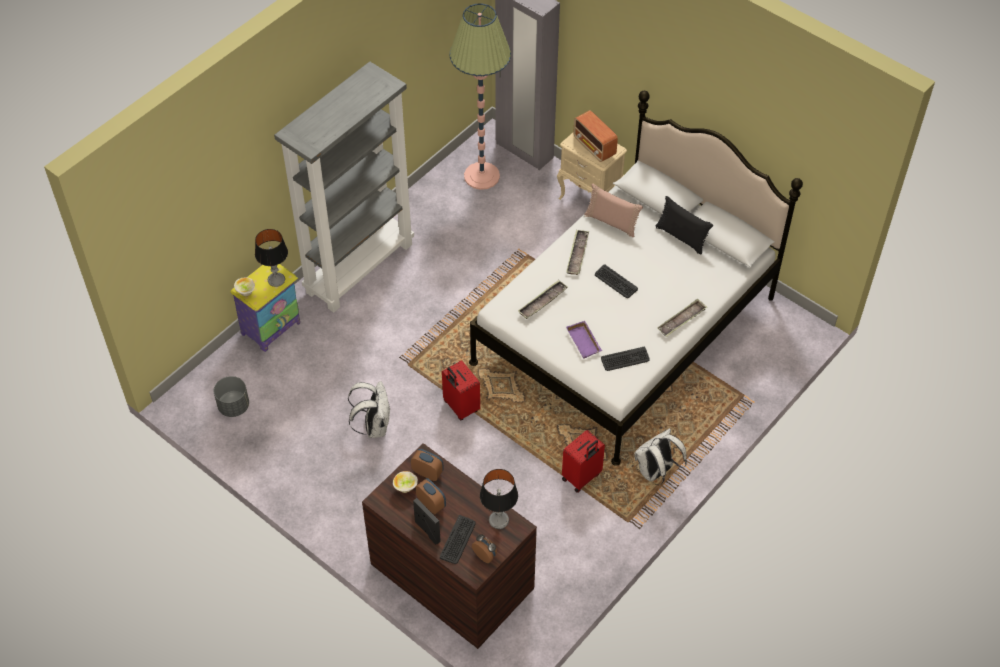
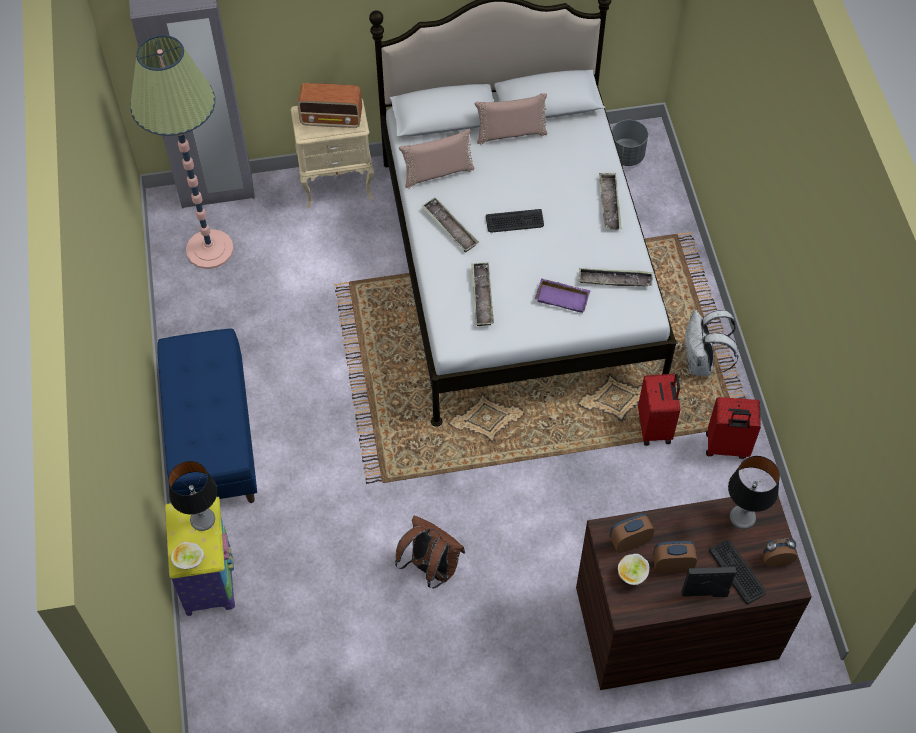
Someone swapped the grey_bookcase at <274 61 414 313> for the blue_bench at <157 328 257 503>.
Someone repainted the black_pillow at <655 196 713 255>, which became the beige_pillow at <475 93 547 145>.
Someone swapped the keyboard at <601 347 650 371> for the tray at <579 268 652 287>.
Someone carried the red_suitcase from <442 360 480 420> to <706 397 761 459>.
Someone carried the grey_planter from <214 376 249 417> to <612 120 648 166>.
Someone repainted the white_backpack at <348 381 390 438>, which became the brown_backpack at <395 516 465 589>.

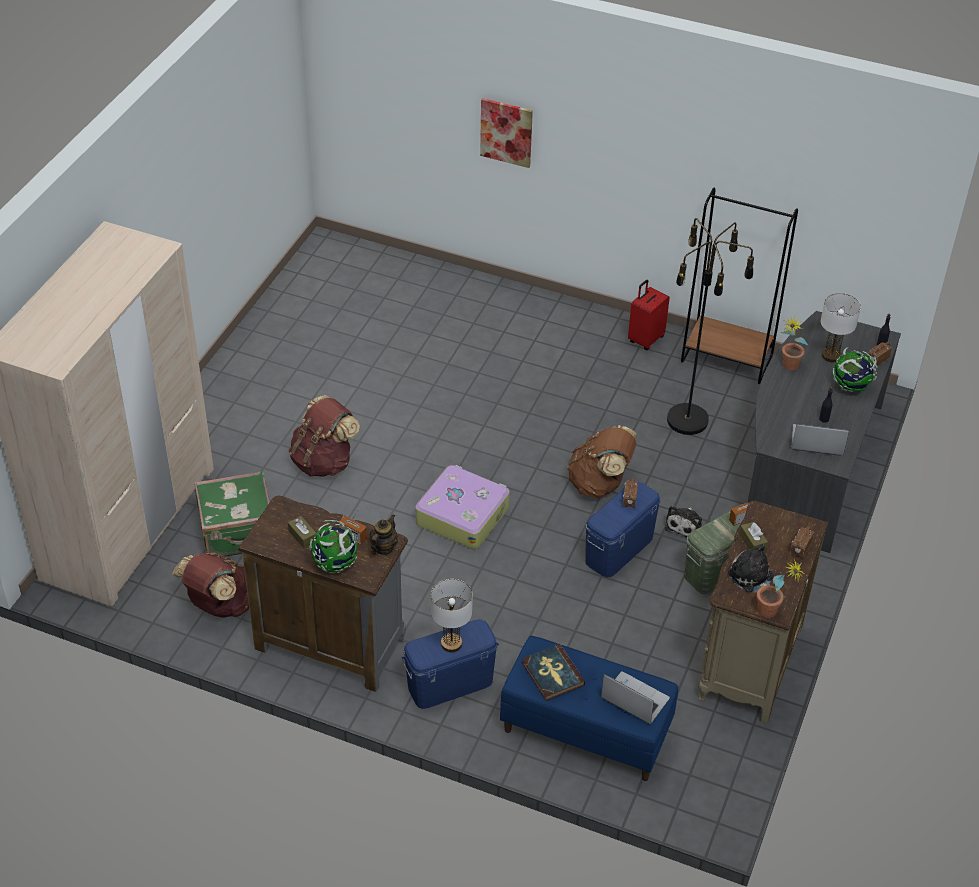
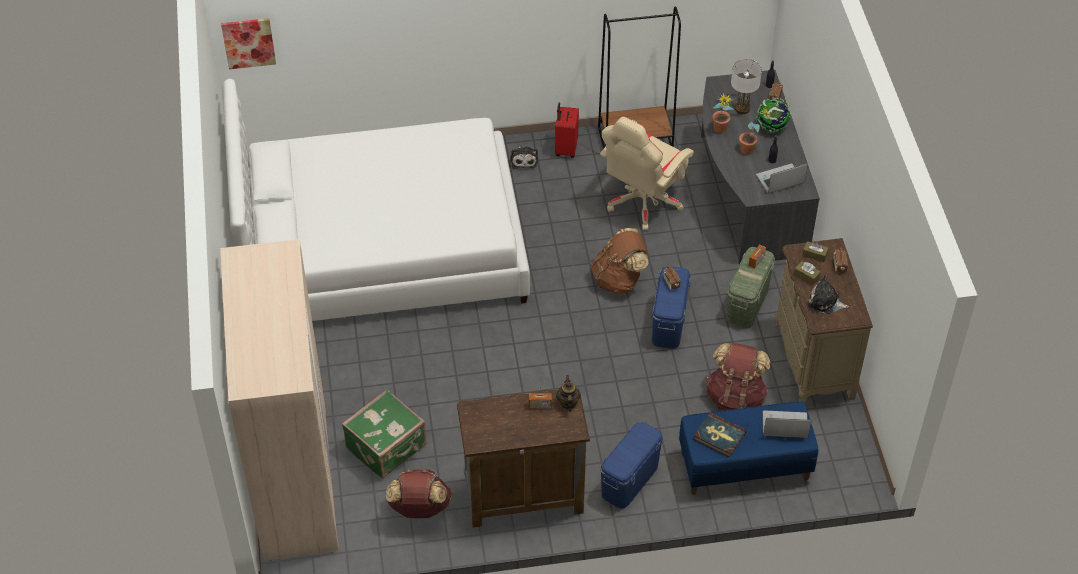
Someone carried the picture from <480 98 533 168> to <221 18 276 69>.
Someone swapped the floor_lamp at <667 218 754 435> for the beige_office_chair at <600 116 694 230>.
Someone carried the brown_backpack from <289 395 360 477> to <706 343 770 411>.
Someone took away the suitcase at <416 465 510 549>.
Someone carried the plush_toy from <665 506 702 538> to <510 146 538 169>.
Someone carried the brown_tissue_box from <288 516 316 549> to <802 241 829 262>.
Someone took away the globe at <309 520 357 573>.
Someone carried the potted_plant from <756 559 804 618> to <739 107 771 155>.
Someone took away the table_lamp at <431 579 473 652>.
Someone put down the white_bed at <222 79 530 321>.

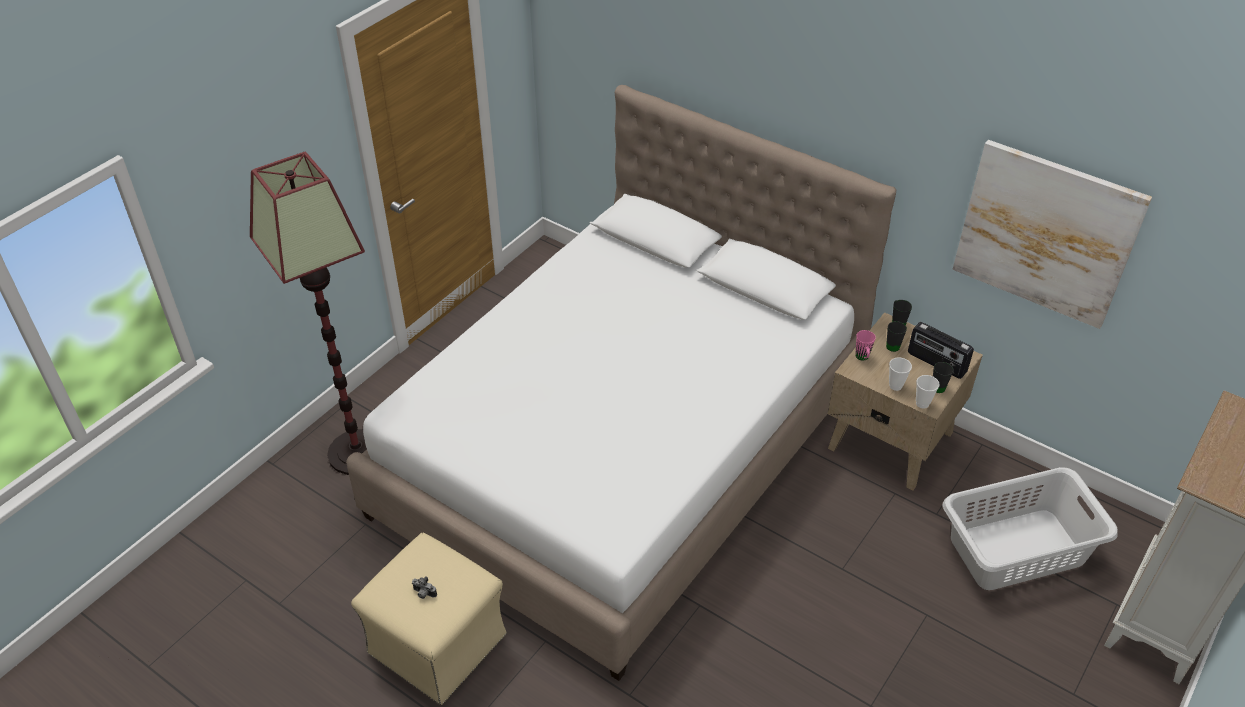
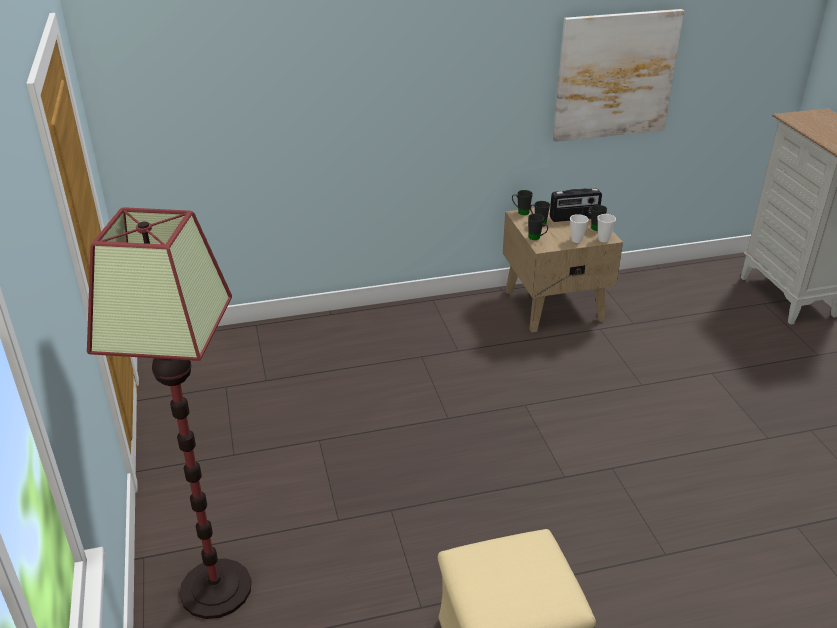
Someone took away the white_bed at <346 85 896 681>.
Someone repainted the pink_mug at <855 330 876 361>, which became the black_mug at <528 214 548 240>.
Someone took away the grey_laundry_basket at <942 467 1118 590>.
Someone took away the photo_camera at <412 576 437 599>.

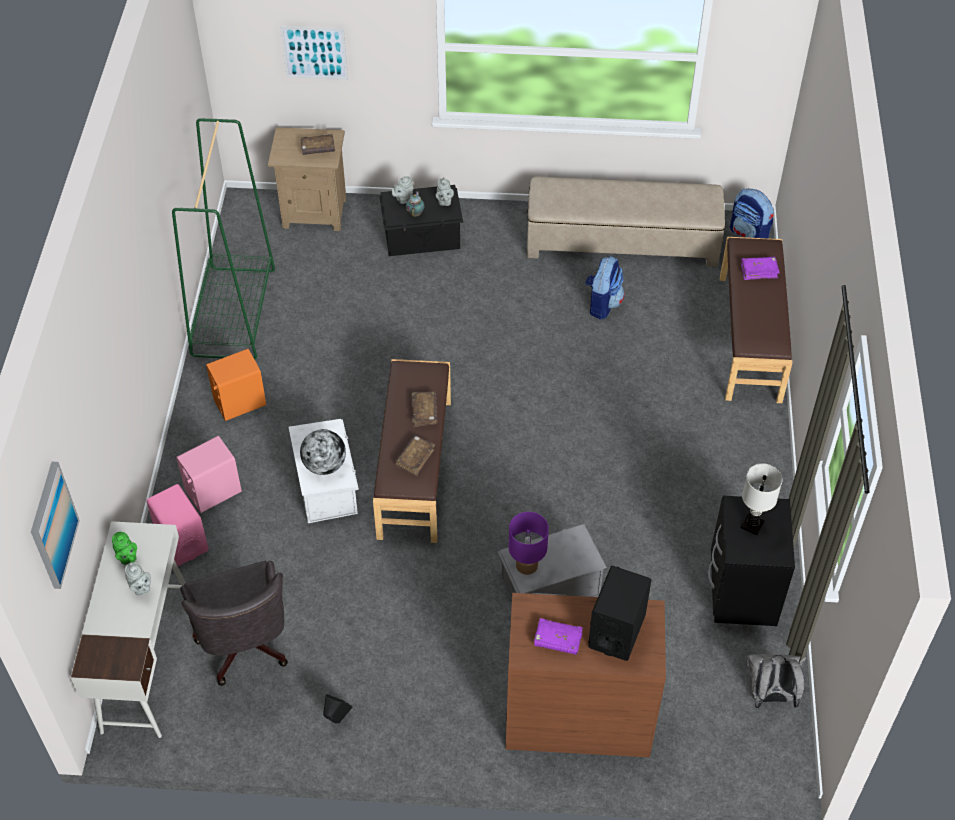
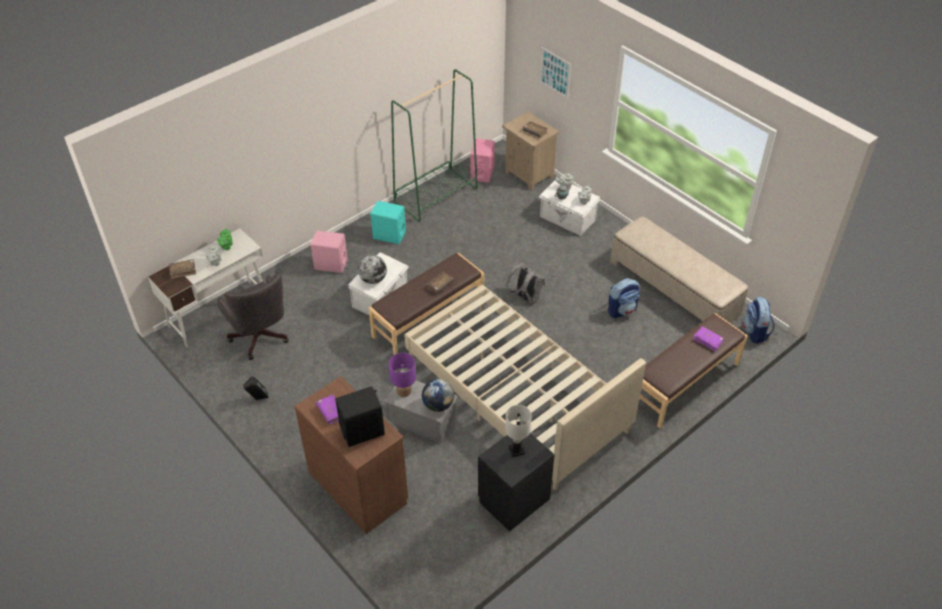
Someone repainted the black_storage_box at <379 185 463 256>, which became the white_storage_box at <539 181 600 236>.
Someone repainted the orange_speaker at <206 349 266 421>, which became the turquoise_speaker at <370 201 406 244>.
Someone carried the brown_book from <395 435 435 476> to <169 259 196 279>.
Someone took away the picture at <31 462 80 589>.
Someone carried the pink_speaker from <146 484 209 566> to <470 138 495 183>.
Someone rotated the grey_office_chair at <180 561 288 686> by 60 degrees counterclockwise.
Someone carried the grey_backpack from <747 654 806 708> to <506 262 545 303>.
Someone put down the beige_bed at <405 285 646 490>.
Someone put down the globe at <422 379 454 412>.

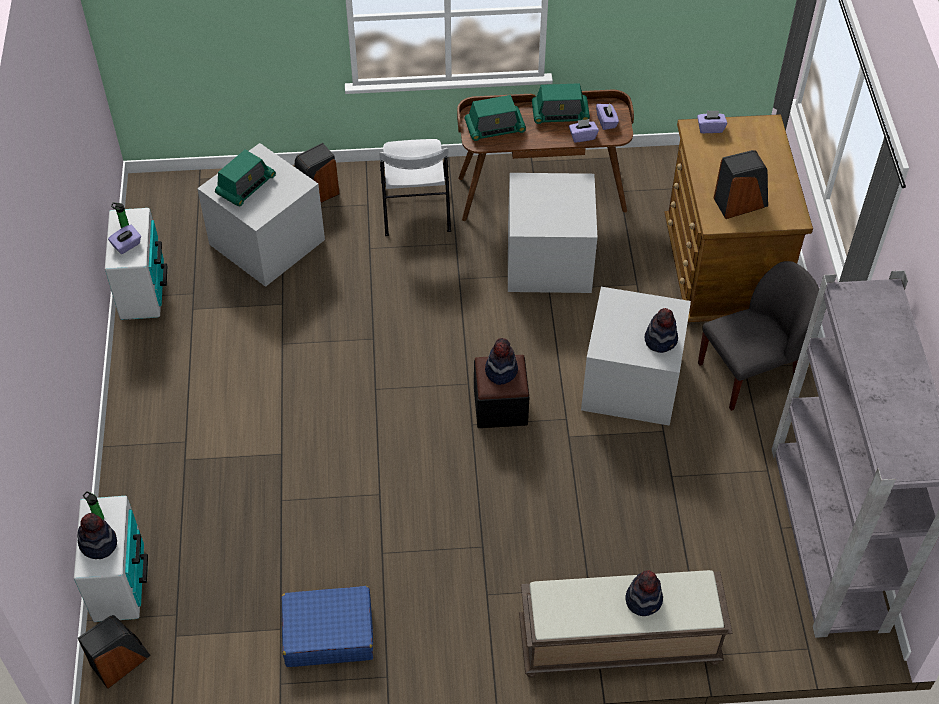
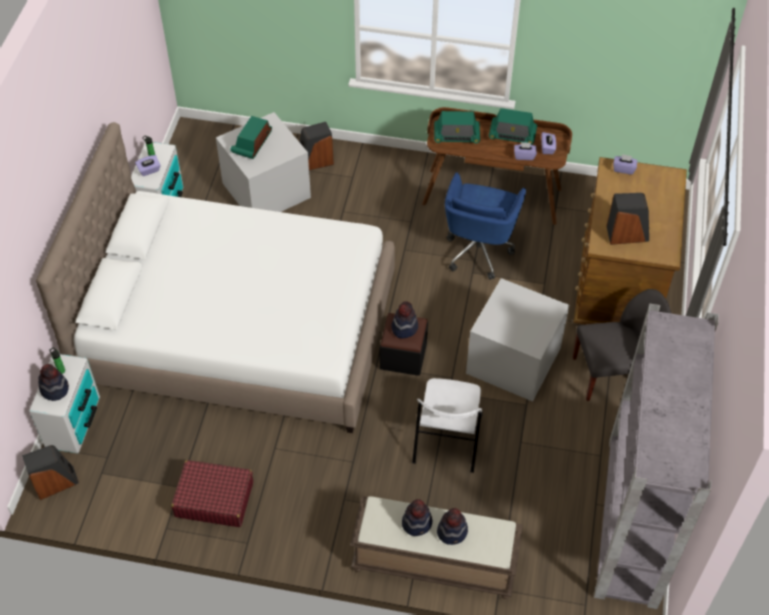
Someone carried the white_chair from <380 139 451 236> to <412 378 483 473>.
Someone rotated the radio at <215 149 276 206> by 150 degrees clockwise.
Someone swapped the grey_storage_box at <508 173 597 293> for the blue_office_chair at <445 172 526 280>.
Someone carried the hat from <645 308 678 353> to <402 499 432 536>.
Someone repainted the blue_suitcase at <281 586 373 667>, which became the red_suitcase at <171 460 253 527>.
Someone put down the white_bed at <36 122 395 433>.

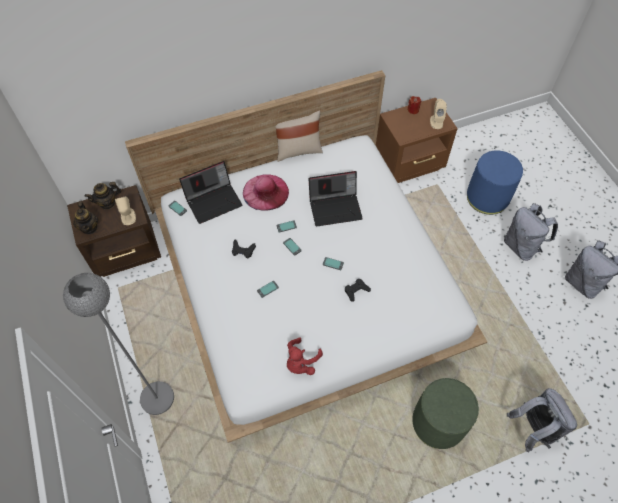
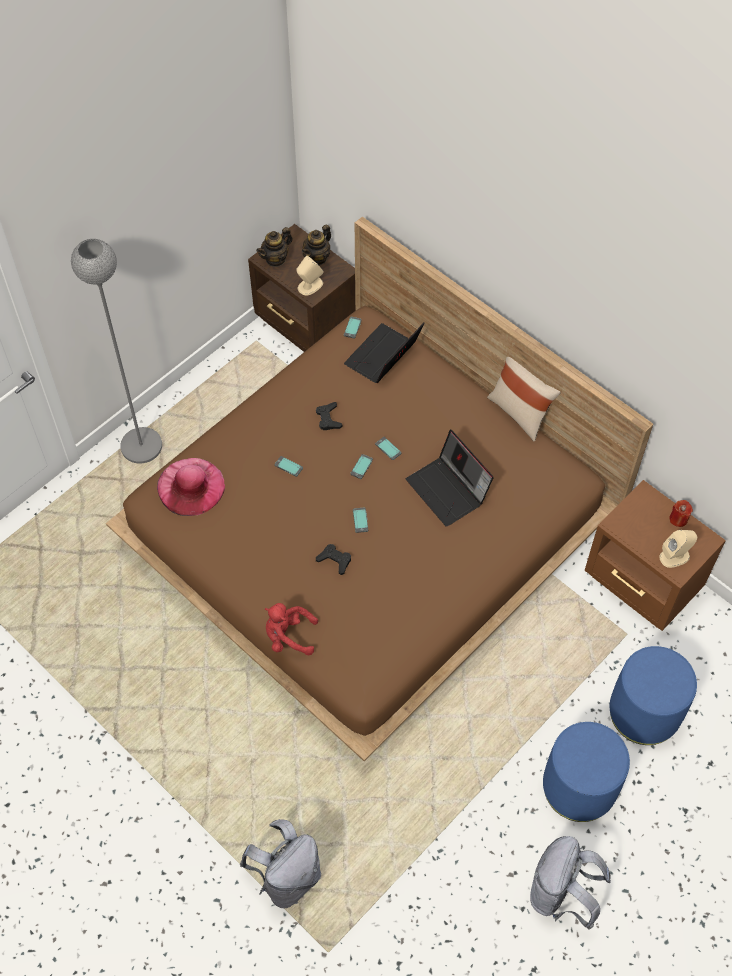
Someone repainted the white_bed at <125 70 487 443>, which became the brown_bed at <106 217 653 762>.
Someone rotated the laptop at <179 161 242 224> by 90 degrees clockwise.
Someone carried the pink_hat from <243 174 289 211> to <157 458 225 516>.
Someone rotated the teapot at <84 182 122 210> by 90 degrees counterclockwise.
Someone swapped the grey_backpack at <504 203 558 261> for the blue_ottoman at <543 722 630 822>.
Someone carried the red_plush_toy from <287 337 323 375> to <265 603 318 655>.
Someone took away the green_ottoman at <412 378 479 449>.

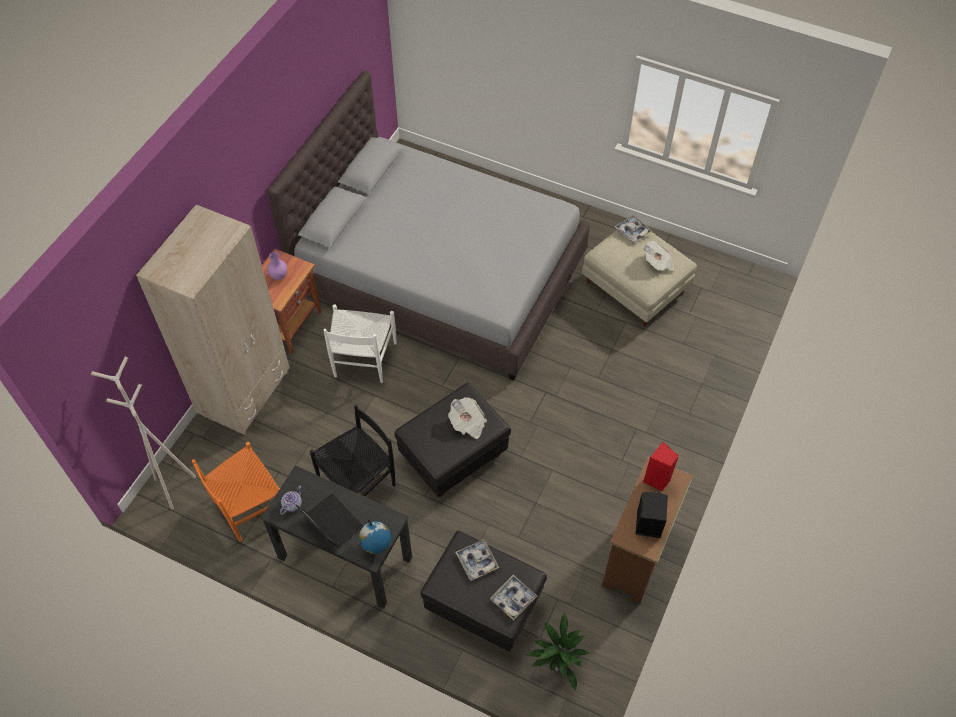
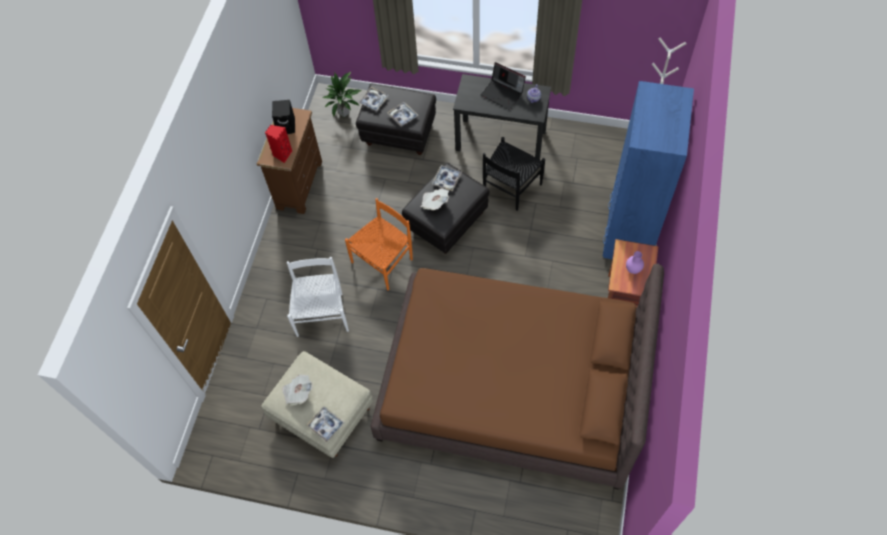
Someone repainted the grey_bed at <267 71 589 381>, which became the brown_bed at <371 264 664 490>.
Someone repainted the beige_wardrobe at <136 205 290 435>, which became the blue_wardrobe at <603 81 694 259>.
Someone carried the white_chair from <324 304 397 383> to <287 257 349 337>.
Someone carried the orange_chair from <192 442 280 542> to <345 198 413 290>.
Someone took away the globe at <359 520 391 554>.
Someone put down the tray at <432 165 462 191>.

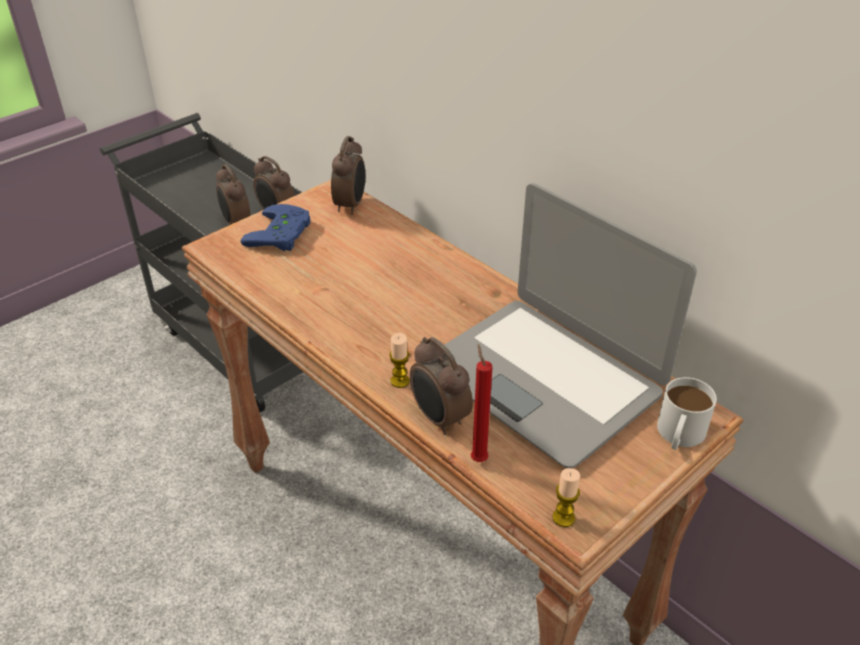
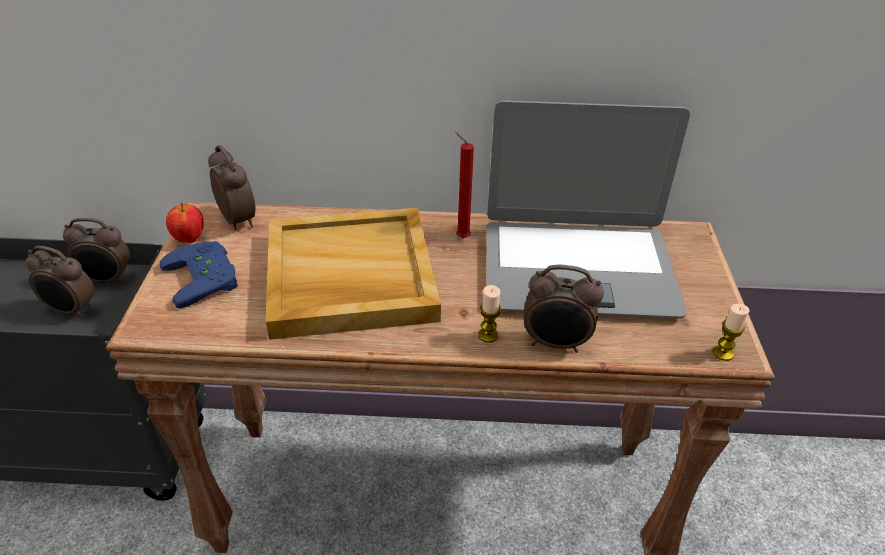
Someone carried the red_candle from <471 344 492 462> to <455 132 474 238>.
Someone took away the white_mug at <657 377 717 450>.
Someone put down the apple at <166 203 204 243>.
Someone put down the beige_tray at <266 208 441 340>.

